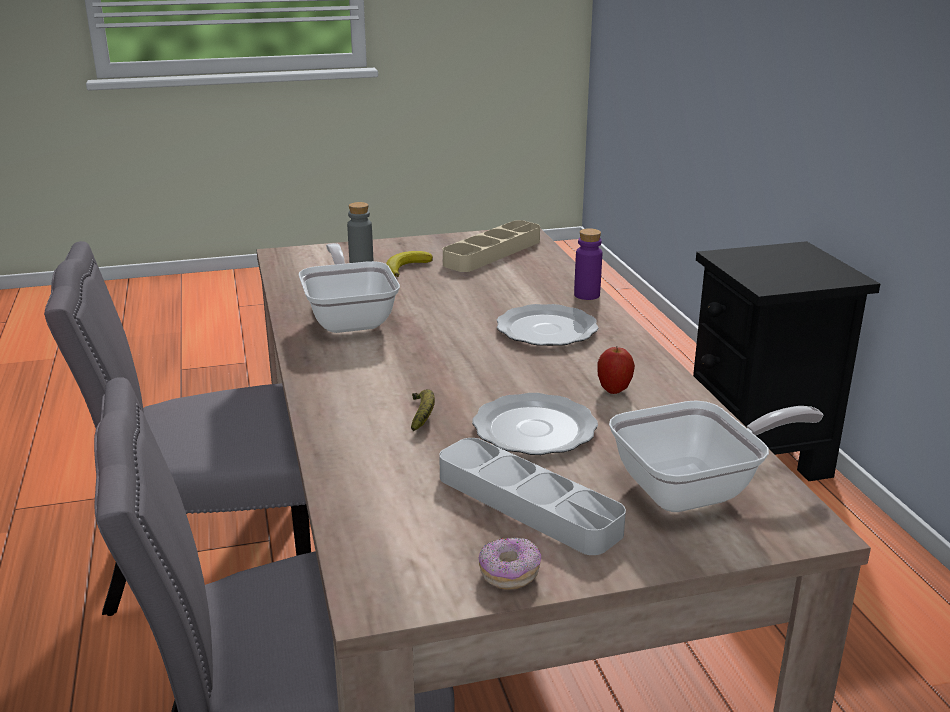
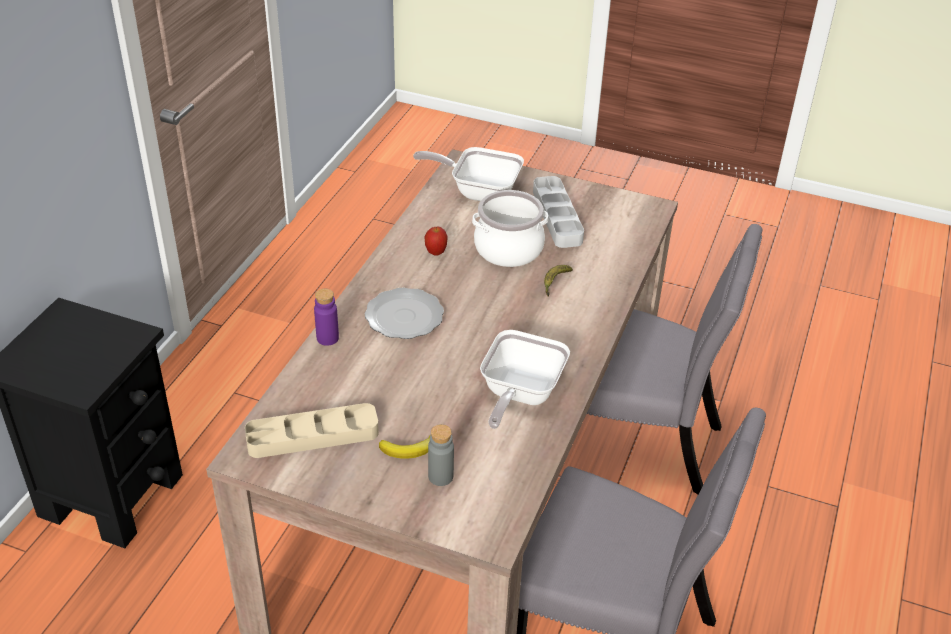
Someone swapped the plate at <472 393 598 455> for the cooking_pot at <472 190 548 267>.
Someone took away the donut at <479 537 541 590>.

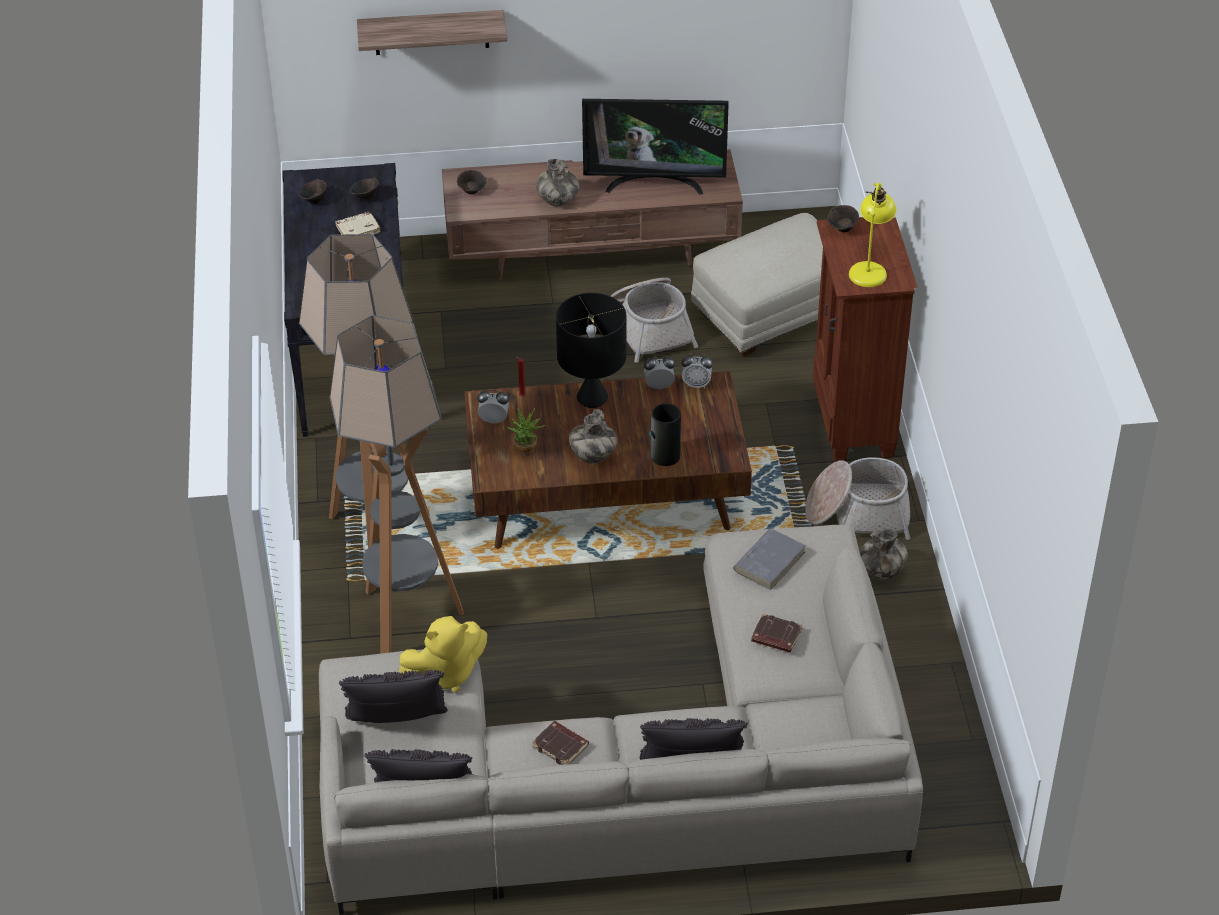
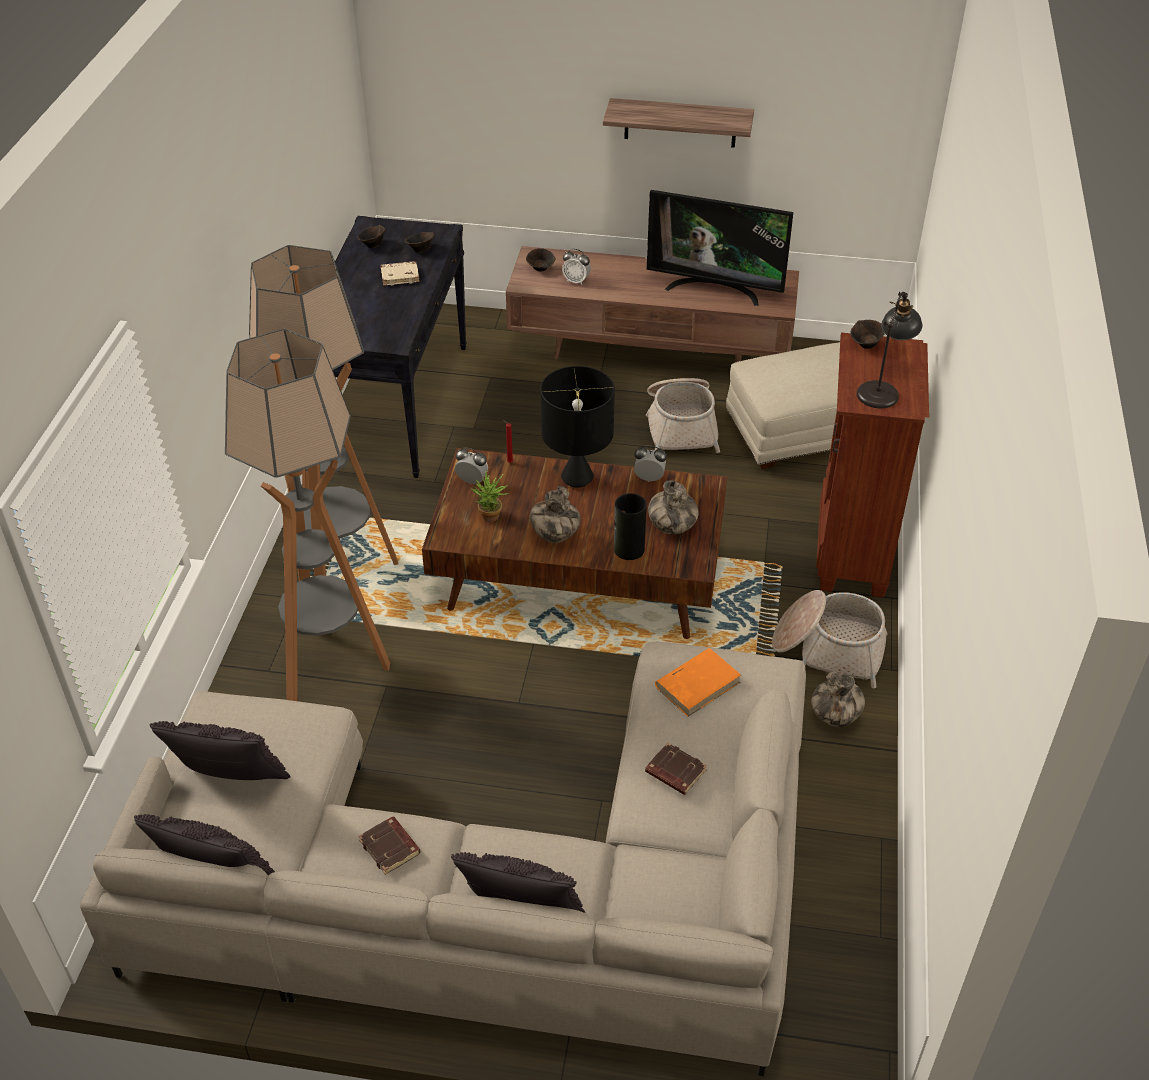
Someone carried the shelf from <357 10 507 55> to <603 98 754 148>.
Someone carried the vase from <536 159 579 206> to <648 481 699 534>.
Someone repainted the yellow_table_lamp at <849 183 896 287>, which became the grey_table_lamp at <857 292 922 409>.
Someone carried the alarm_clock from <682 353 713 388> to <562 249 591 285>.
Someone repainted the grey_book at <733 529 806 590>, which became the orange_book at <655 648 741 717>.
Someone took away the yellow_plush_toy at <399 616 487 693>.

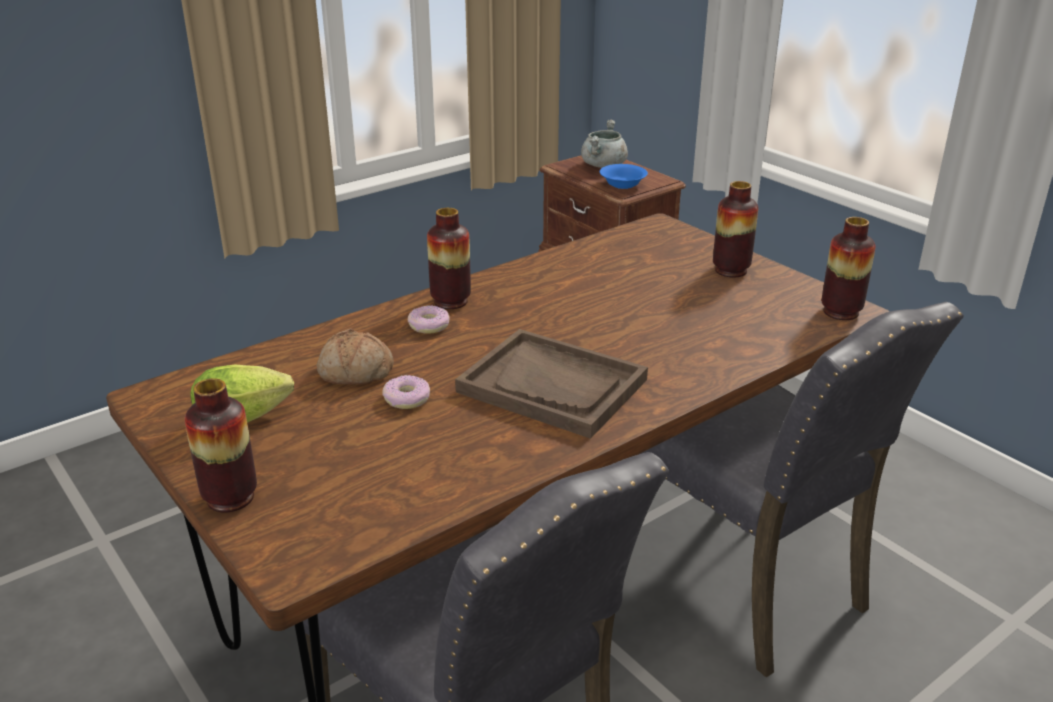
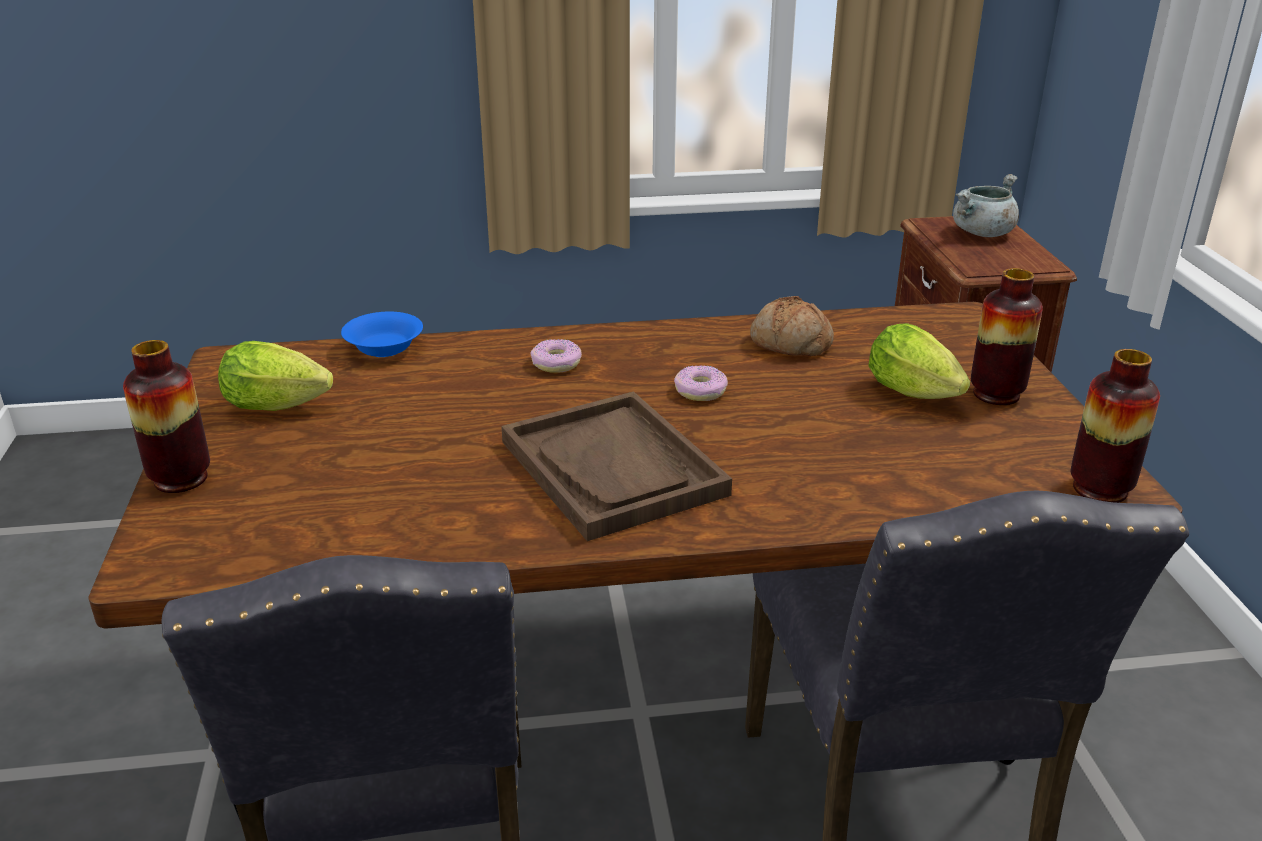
Someone carried the blue_bowl from <600 164 648 189> to <341 312 423 357>.
Someone took away the vase at <427 208 471 309>.
Someone carried the bread from <316 328 394 384> to <750 296 834 356>.
Someone carried the donut from <382 375 430 409> to <674 365 728 401>.
Someone put down the lettuce at <868 323 970 399>.

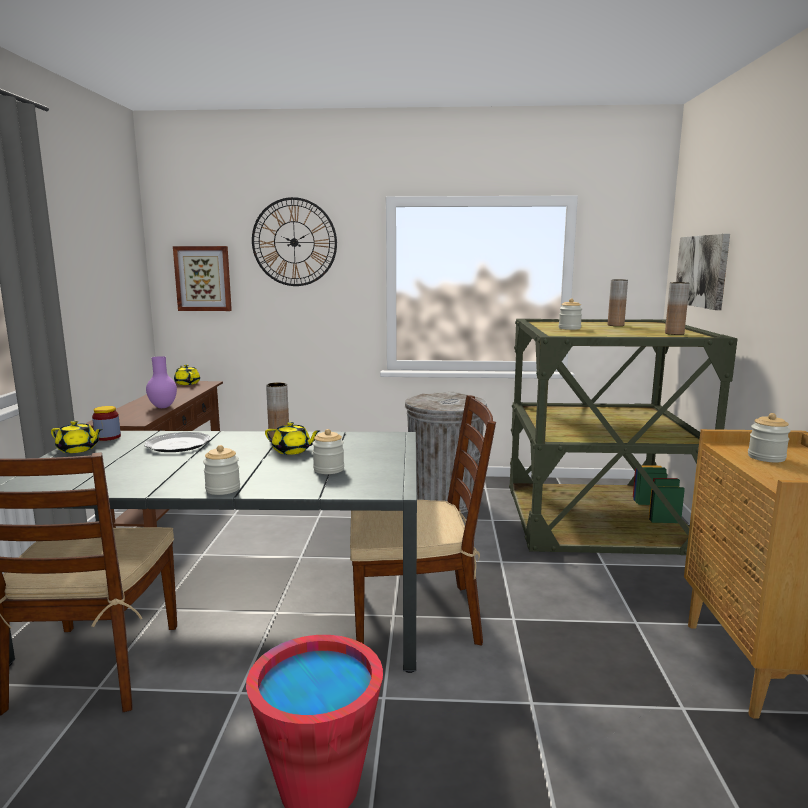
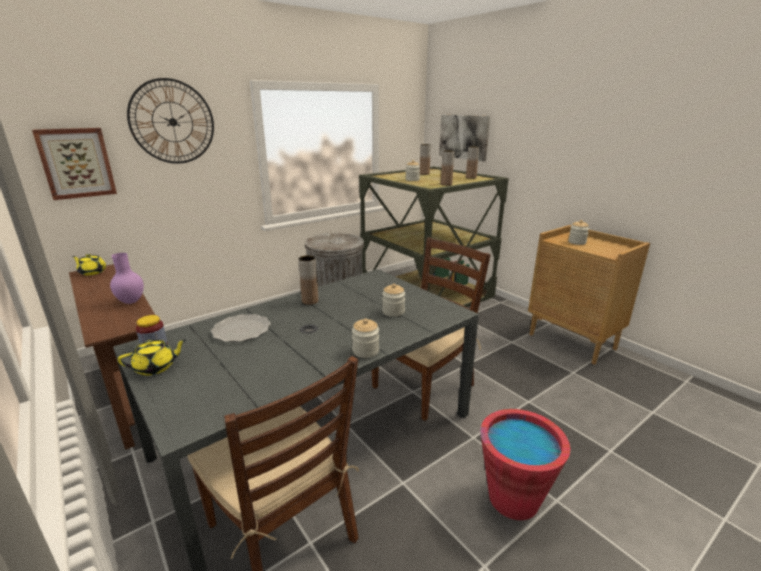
Someone took away the yellow_teapot at <265 422 320 455>.
Someone put down the brown_vase at <441 150 454 186>.

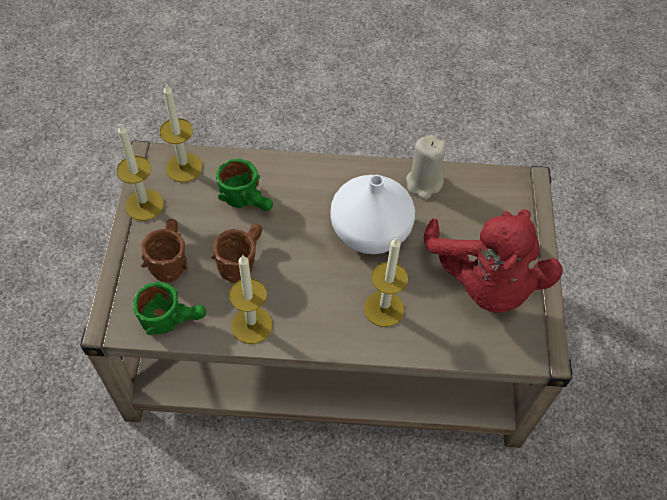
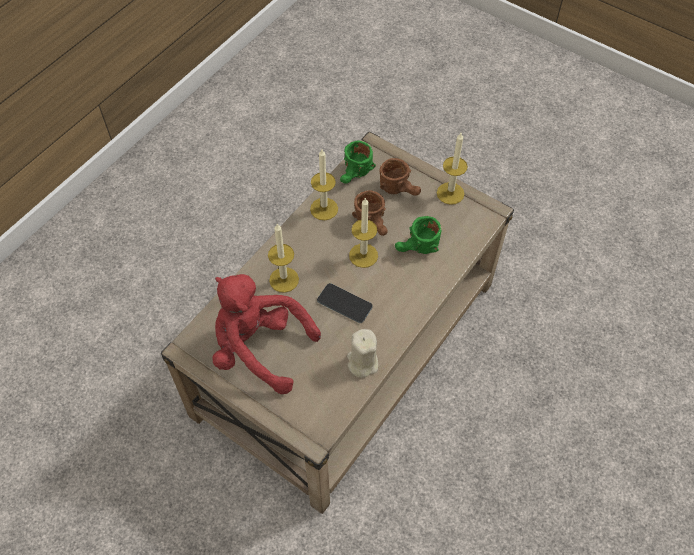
Someone carried the candle from <160 84 203 182> to <349 197 378 268>.
Someone swapped the white_vase at <330 175 415 254> for the phone at <317 283 373 323>.

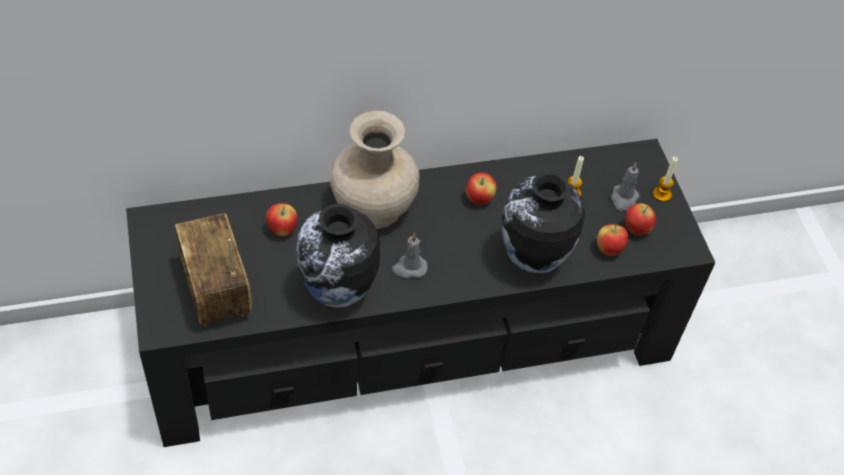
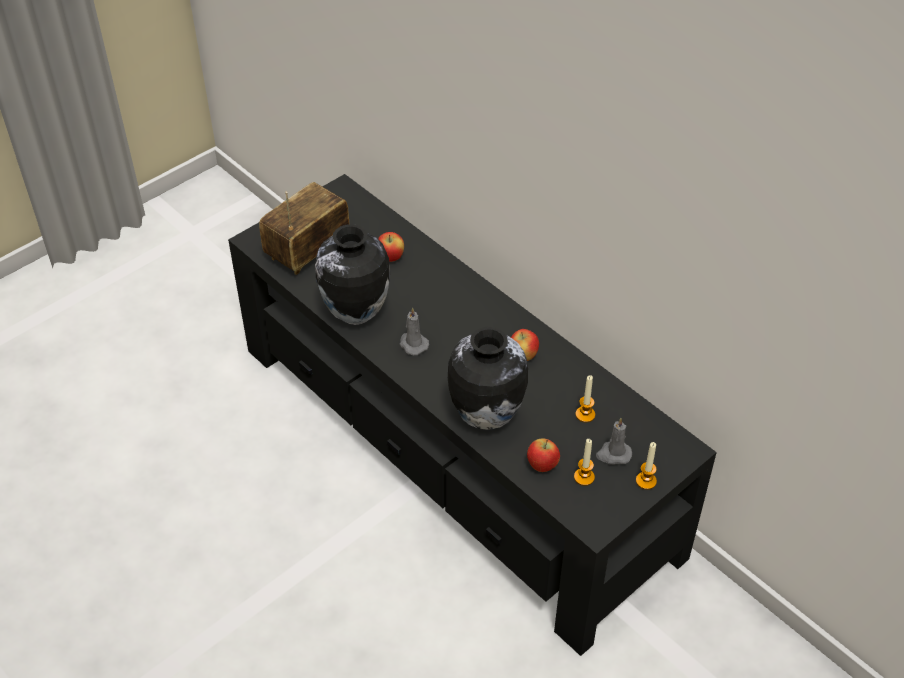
Someone took away the beige_vase at <330 110 420 229>.
Someone swapped the apple at <625 203 656 235> for the candle at <574 439 595 486>.

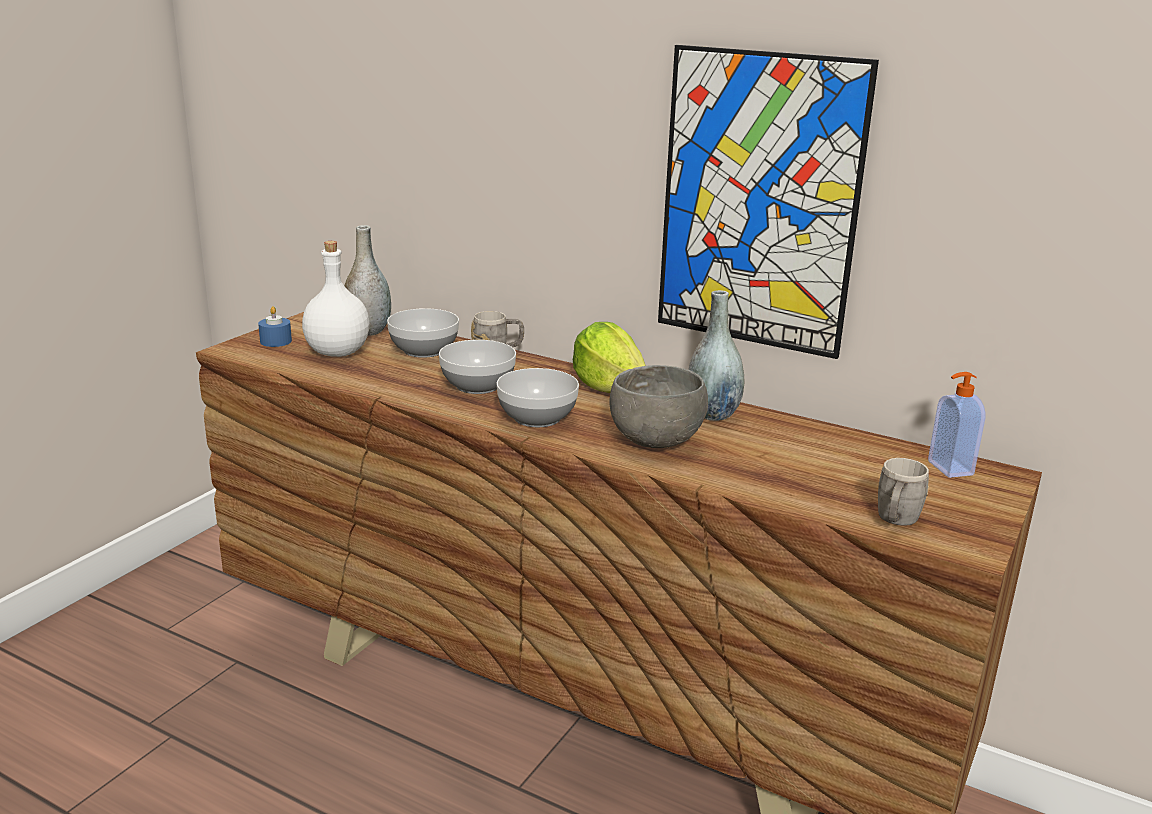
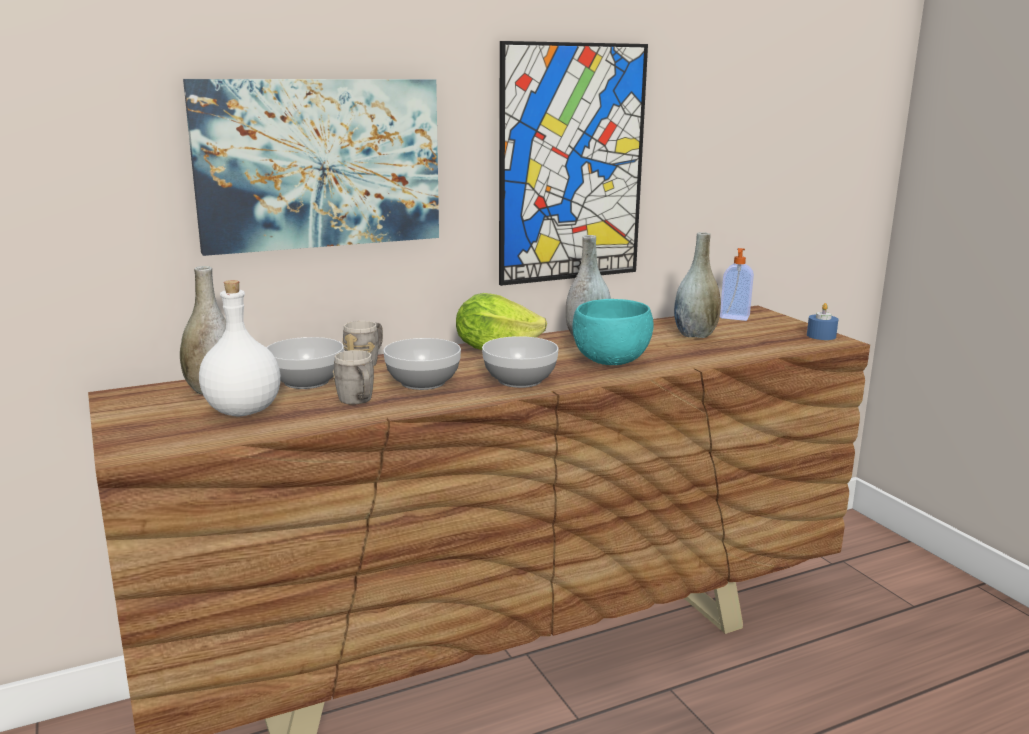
Someone carried the blue_candle from <258 306 292 347> to <807 303 838 340>.
Someone repainted the grey_bowl at <609 365 708 448>, which became the turquoise_bowl at <573 299 654 365>.
Someone carried the grey_mug from <878 458 929 526> to <333 350 374 405>.
Someone put up the picture at <183 79 439 256>.
Someone put down the grey_vase at <674 232 721 338>.

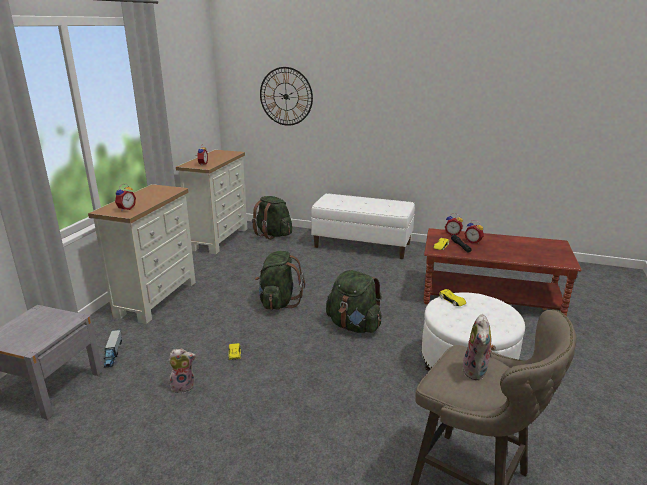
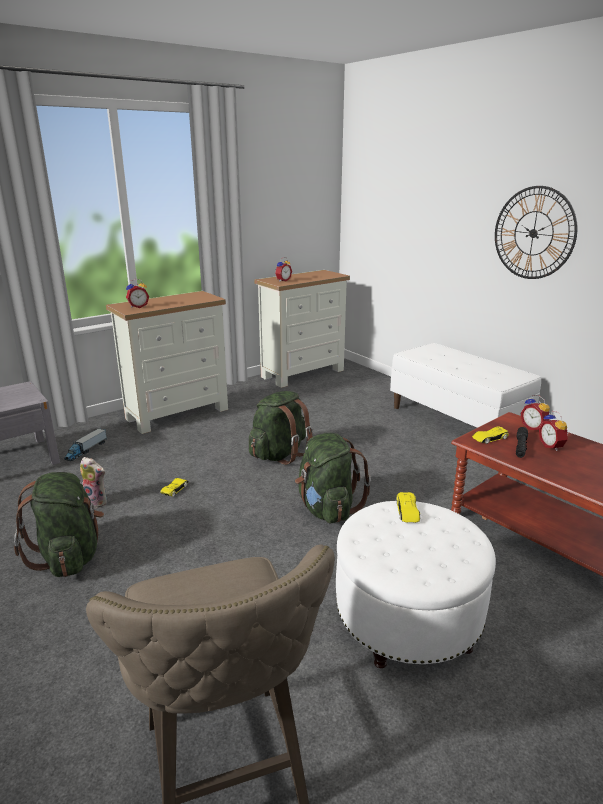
Someone carried the wall_clock from <260 67 313 126> to <495 186 578 279>.
Someone carried the green_backpack from <252 196 292 239> to <14 472 104 577>.
Someone took away the plush_toy at <462 314 496 380>.

